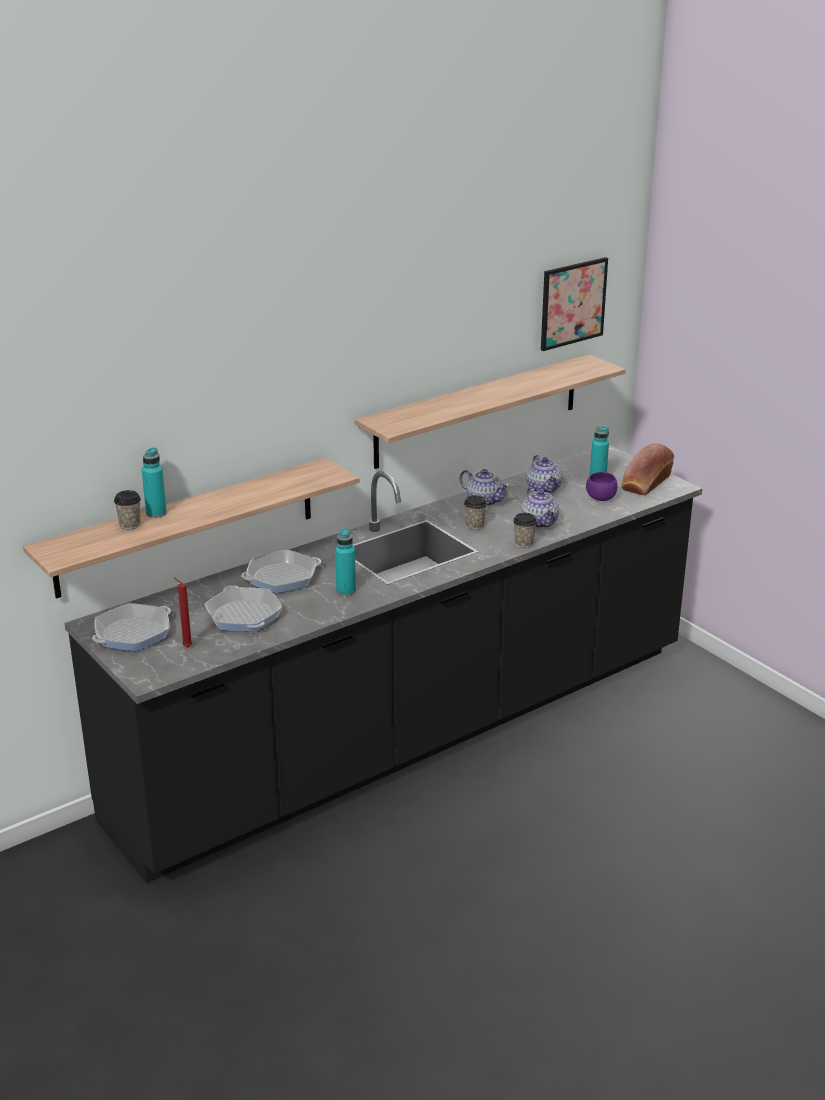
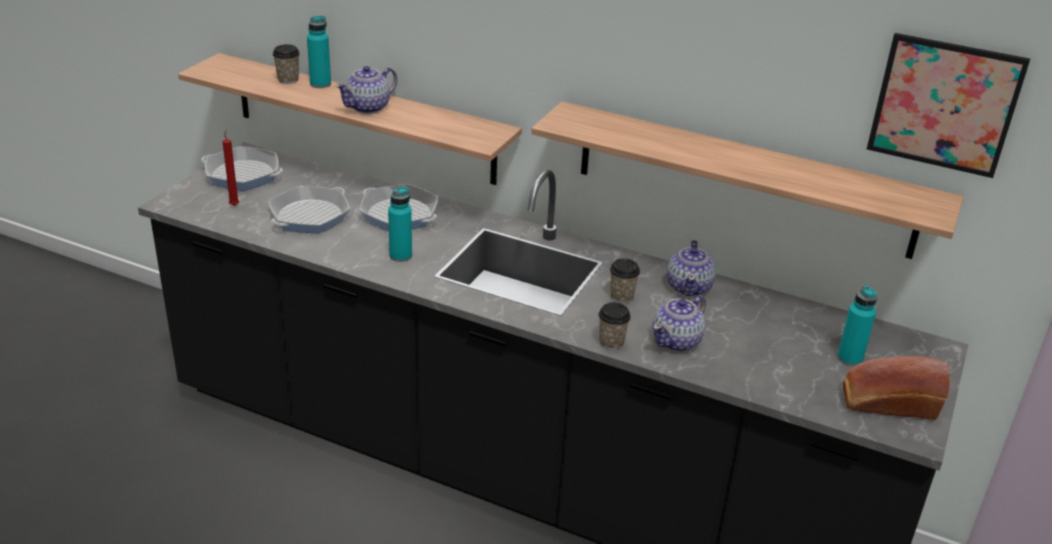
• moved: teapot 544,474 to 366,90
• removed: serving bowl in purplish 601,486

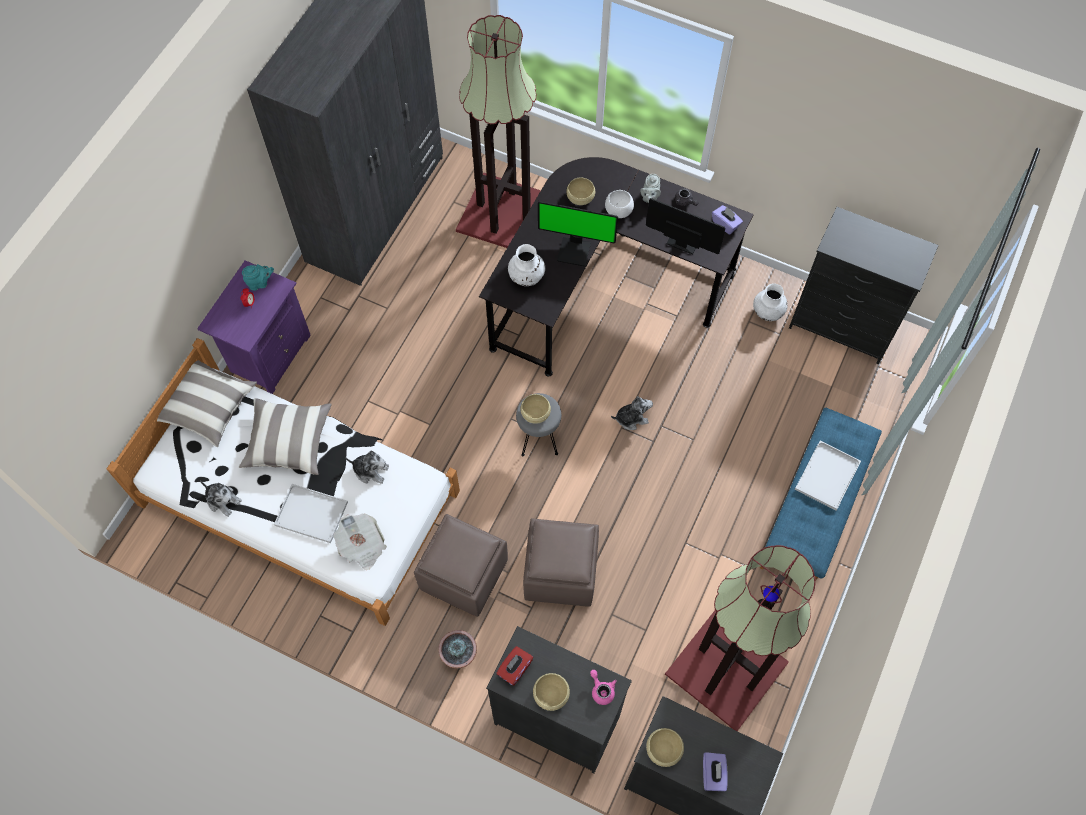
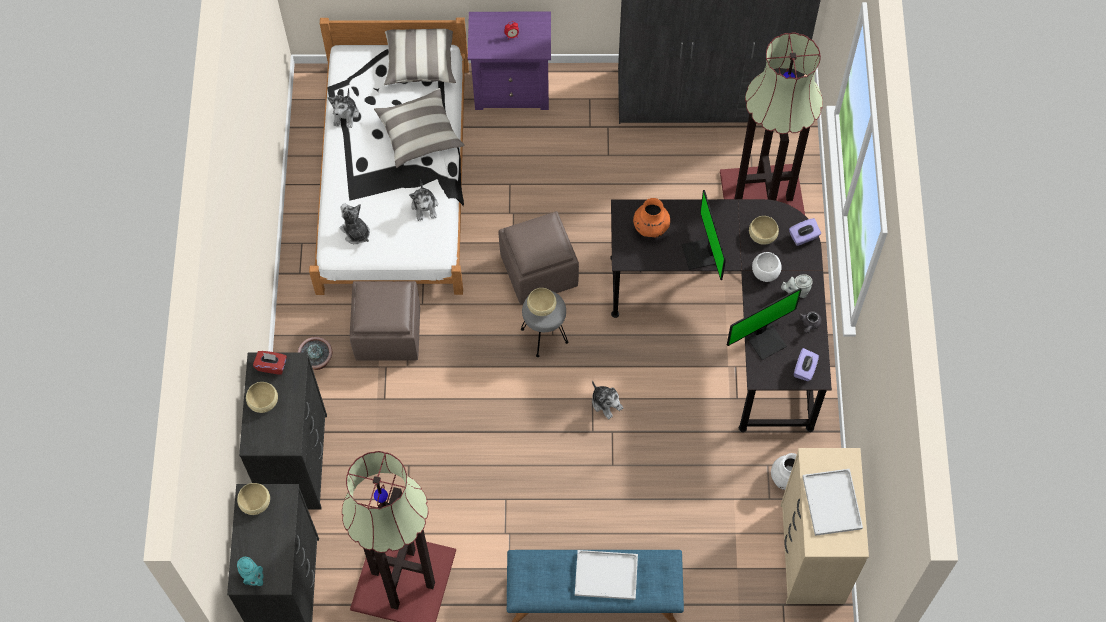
• turned: monitor 685,226 = 764,324 60 degrees clockwise
• recoloured: dresser in blackish 864,285 to dresser in beige-coloured 825,526
• recoloured: decorative vase in whitish 526,265 to decorative vase in orange-coloured 651,218
• moved: teapot in turquoise-coloured 258,277 to 250,571
• moved: serving tray in whitish 311,513 to 832,502
• replaced: daily paper 360,542 to soft toy 354,223
• moved: footrest in brown-coloured 561,563 to 539,258
• removed: teapot in pink-coloured 603,687
• moved: box of tissues in purplish 715,771 to 805,232

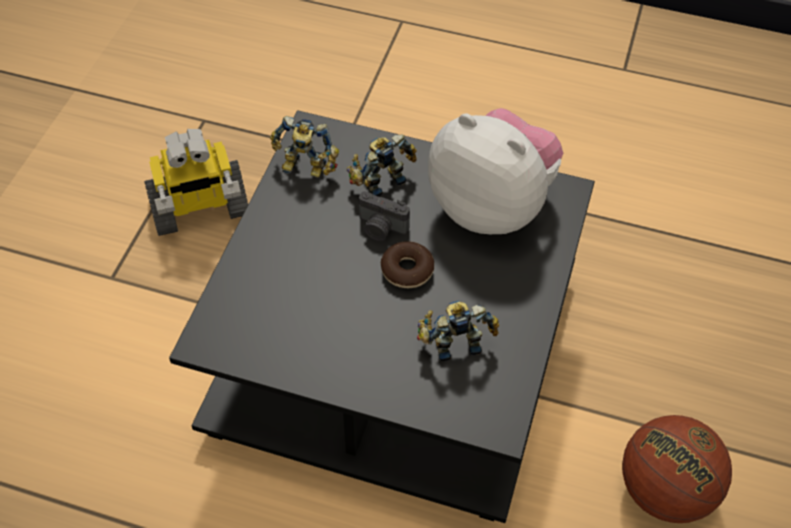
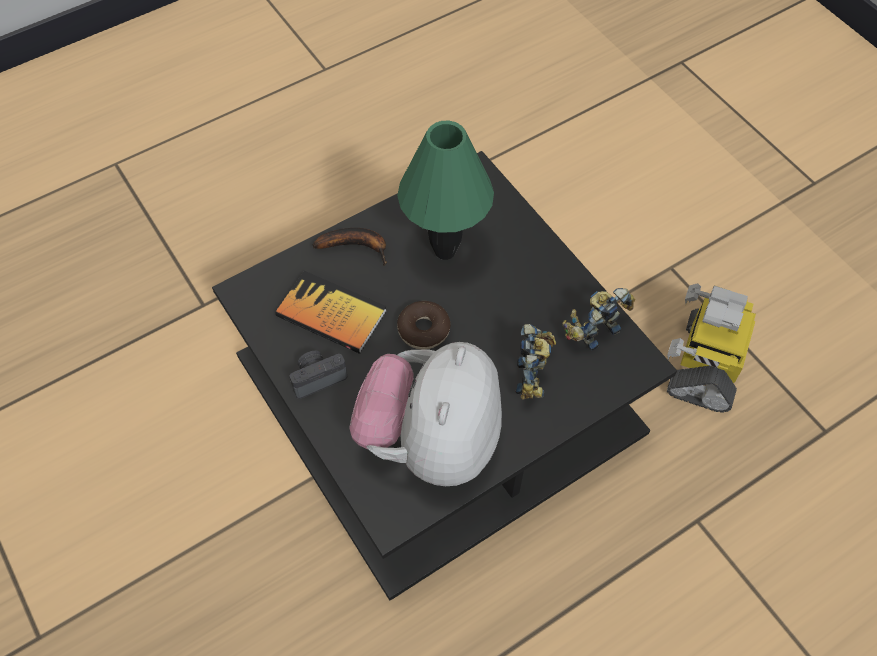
• turned: soft toy 495,171 = 425,414 120 degrees clockwise
• moved: still camera 384,216 to 318,375
• replaced: robot figure 458,331 to book 331,312
• removed: basketball 677,469
• added: lamp for a table in green 445,190
• added: banana 350,246

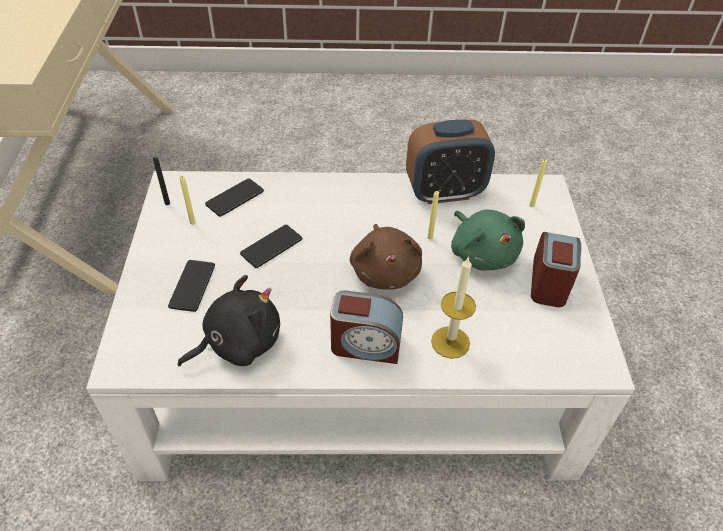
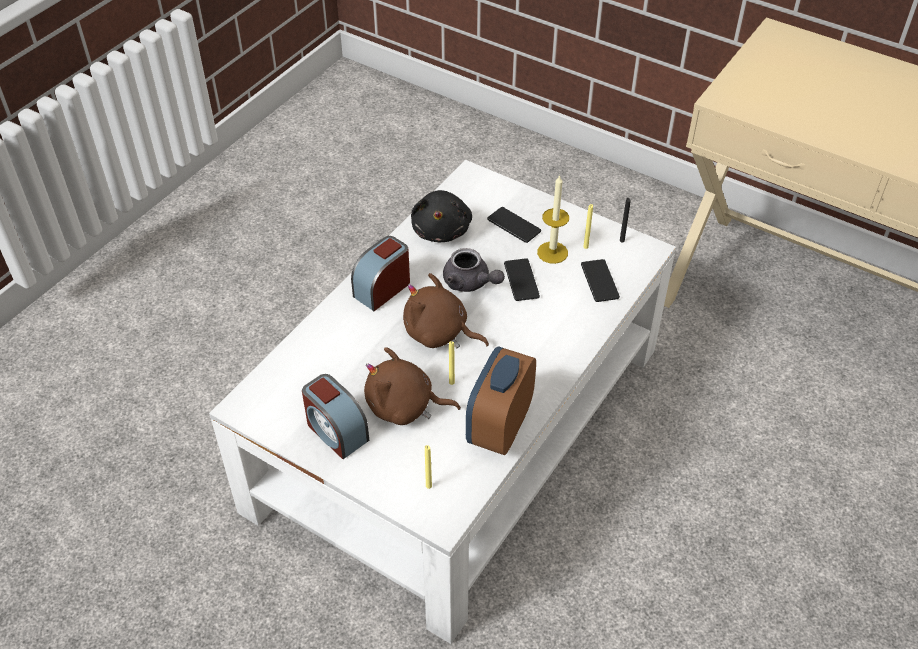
• recoloured: soft toy in green 488,240 to soft toy in brown-coloured 412,386
• moved: wax candle 453,307 to 553,219
• added: teapot in greyish 474,270

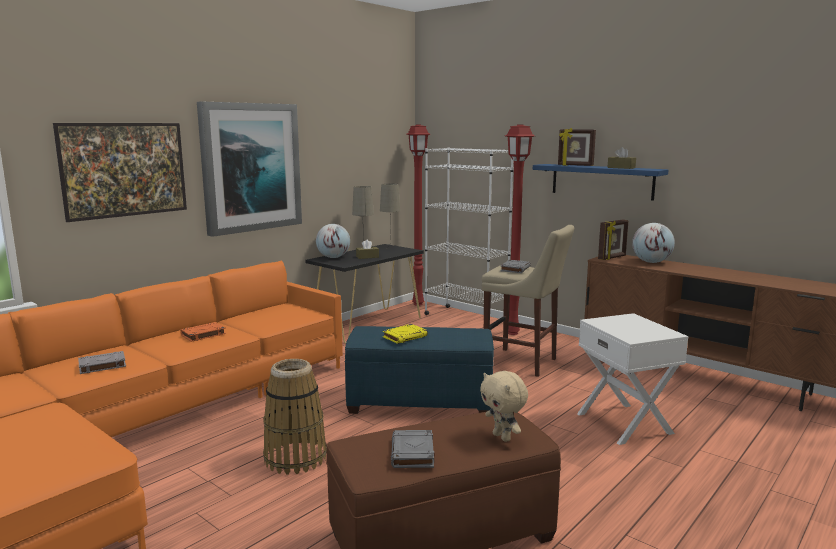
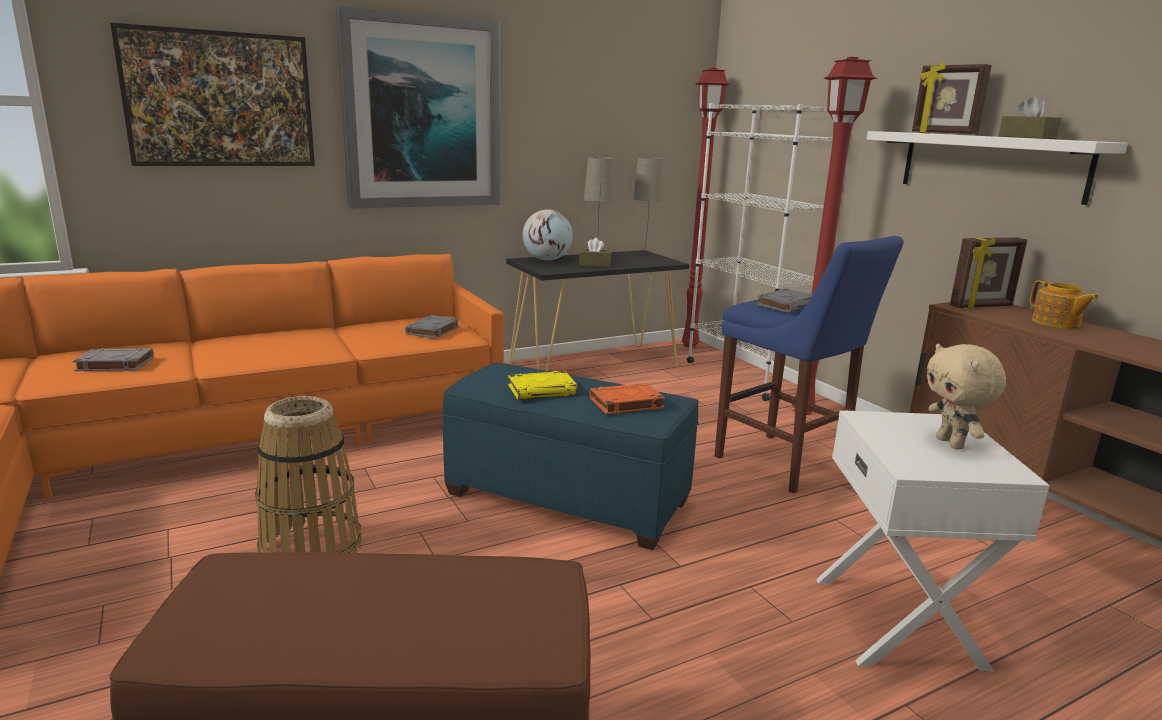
• recoloured: shelf in blue 600,182 to shelf in whitish 997,168
• replaced: globe 653,243 to teapot 1064,304
• recoloured: stool seat in beige-coloured 528,301 to stool seat in blue 809,365
• moved: book in orange-coloured 203,332 to 627,398
• moved: soft toy in beige-coloured 504,406 to 966,397
• moved: book in greyish 413,449 to 432,327

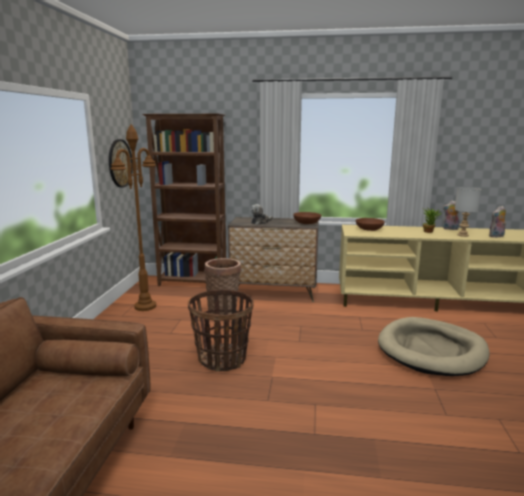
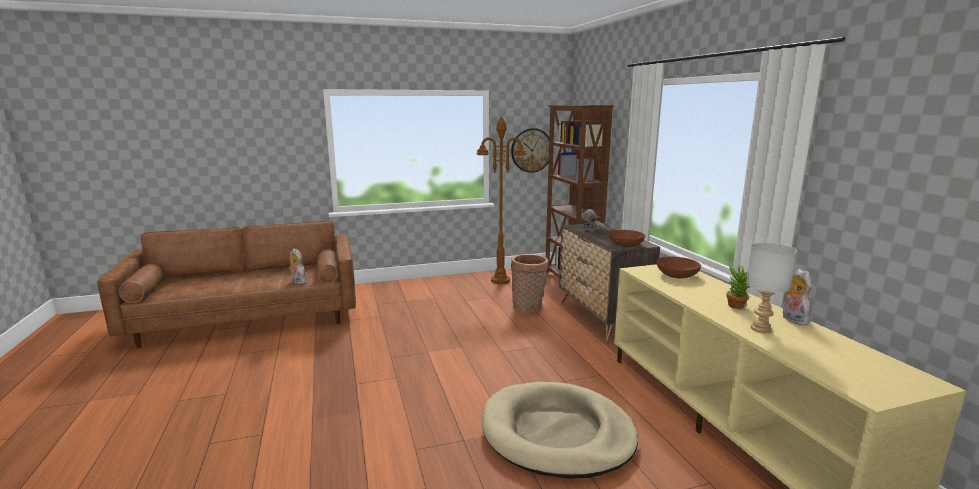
• moved: soft toy 497,222 to 298,266
• removed: household basket 221,330

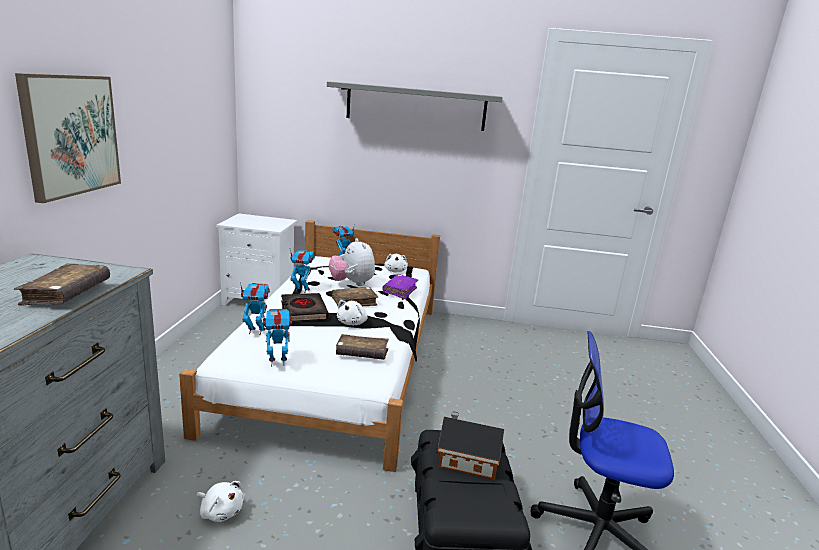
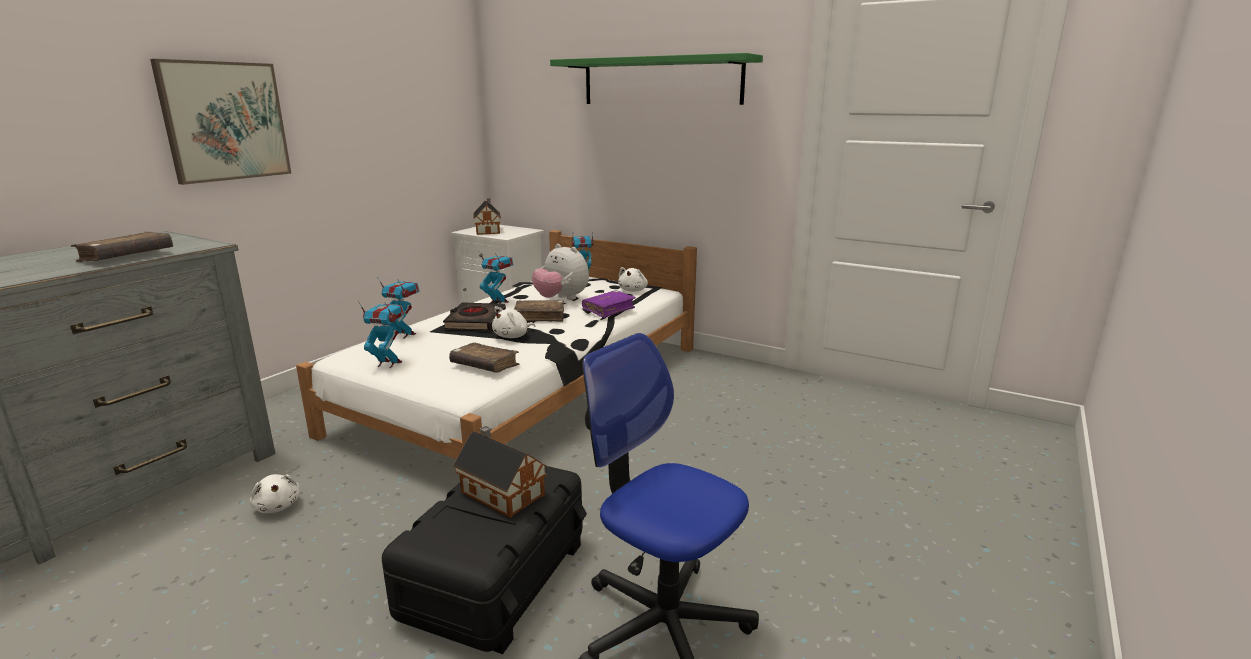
• recoloured: shelf in greyish 415,106 to shelf in green 656,79
• turned: soft toy 352,262 = 560,272 45 degrees counterclockwise
• added: miniature house 487,216

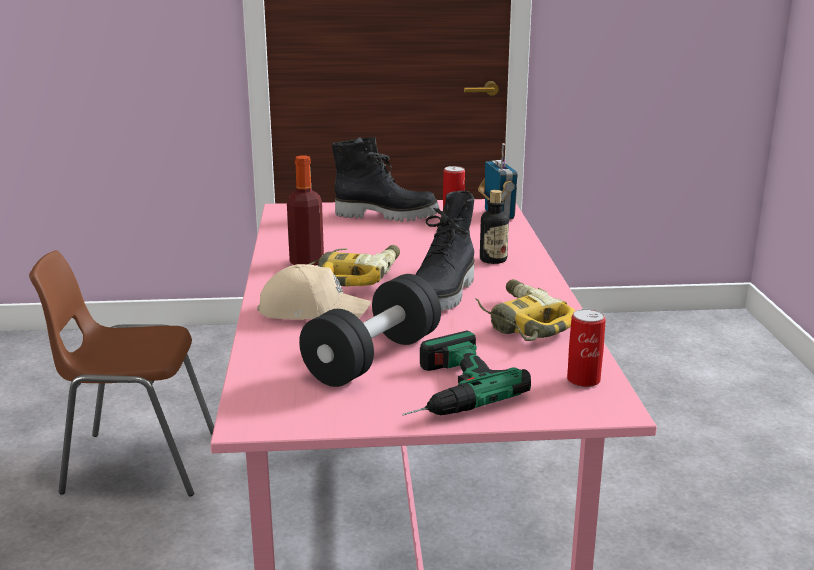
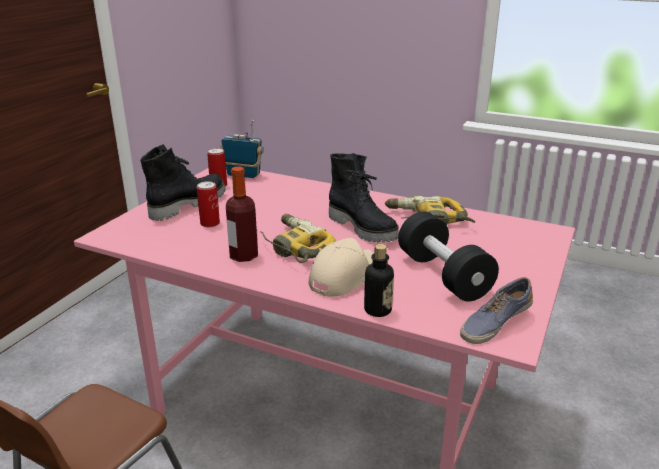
• moved: drink bottle 494,227 to 379,280
• moved: can 586,348 to 208,204
• removed: drill 467,373
• added: low shoe 496,310

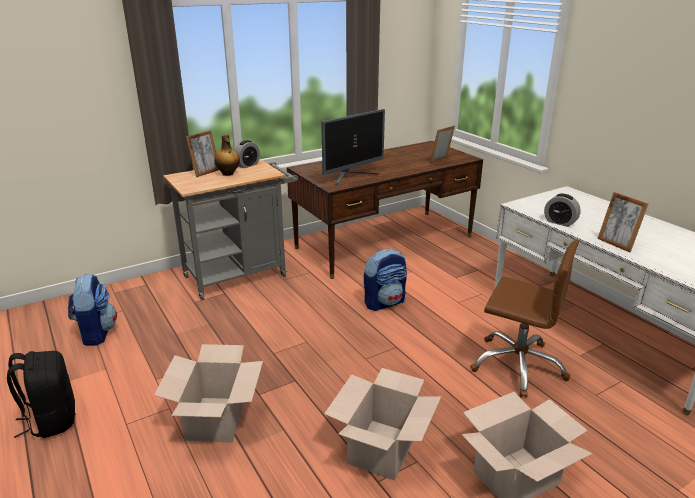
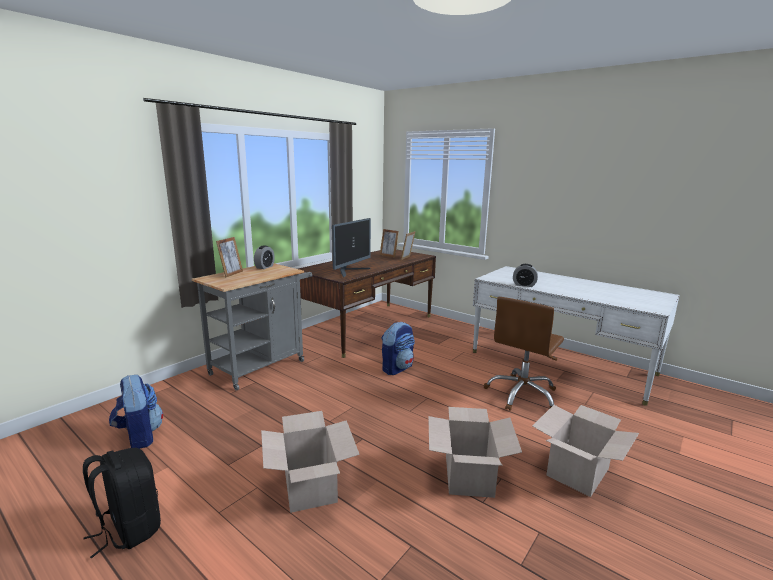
• removed: drink bottle 227,155
• moved: standing frame 622,222 to 389,243
• turned: office chair in brown-coloured 524,319 = 524,354 120 degrees clockwise

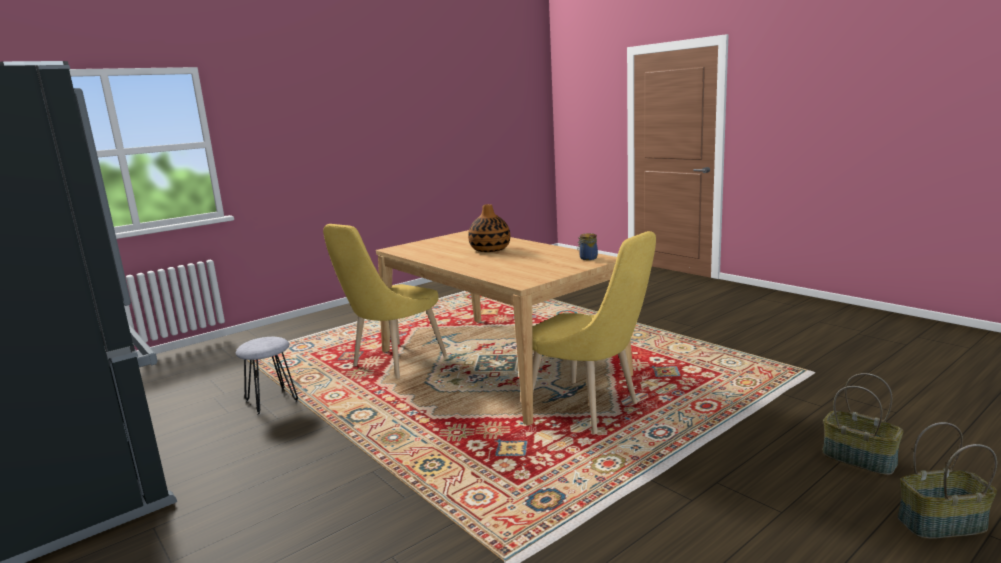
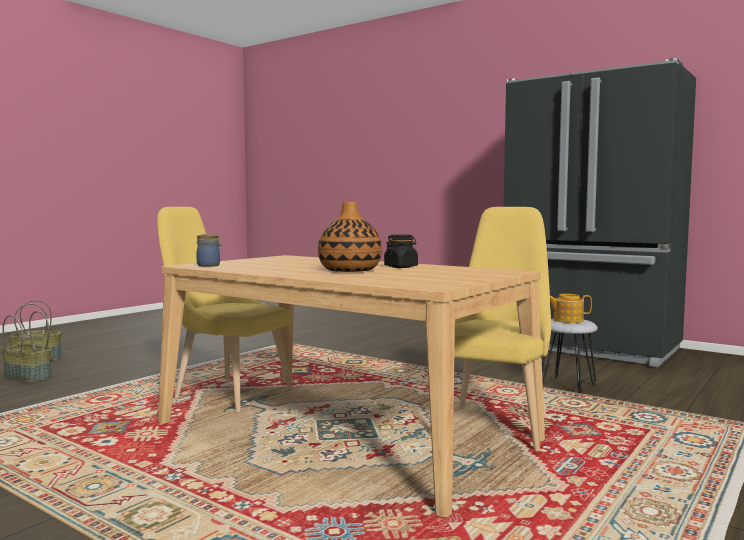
• added: jar in blackish 401,251
• added: teapot 571,308

